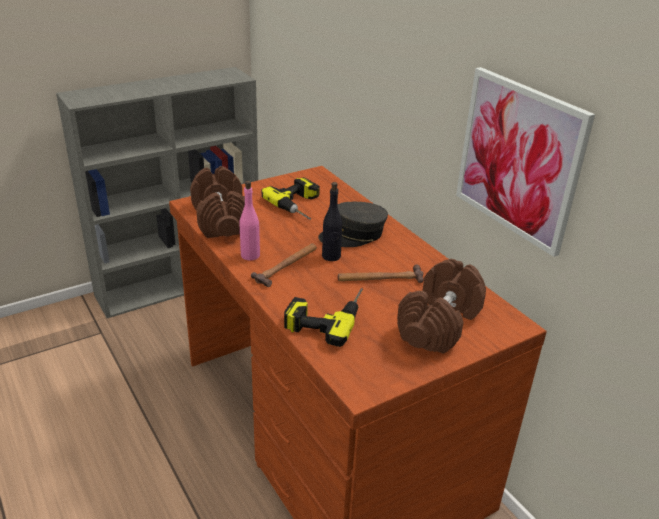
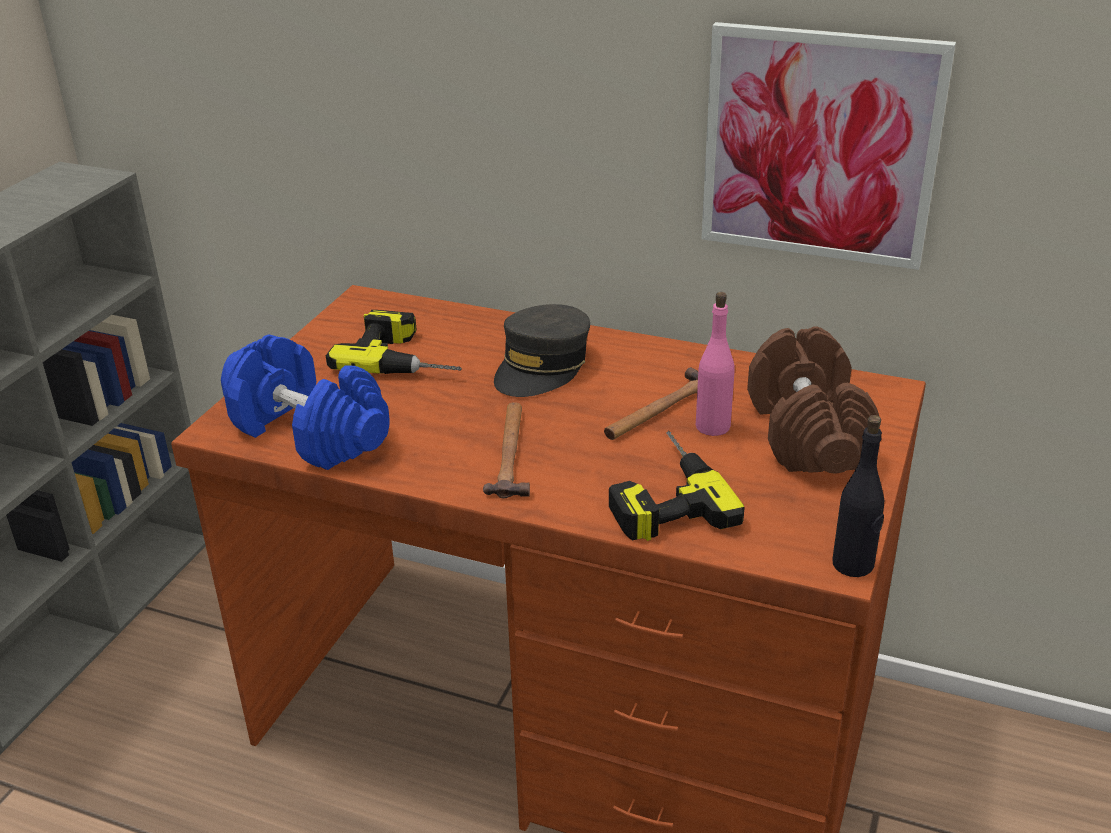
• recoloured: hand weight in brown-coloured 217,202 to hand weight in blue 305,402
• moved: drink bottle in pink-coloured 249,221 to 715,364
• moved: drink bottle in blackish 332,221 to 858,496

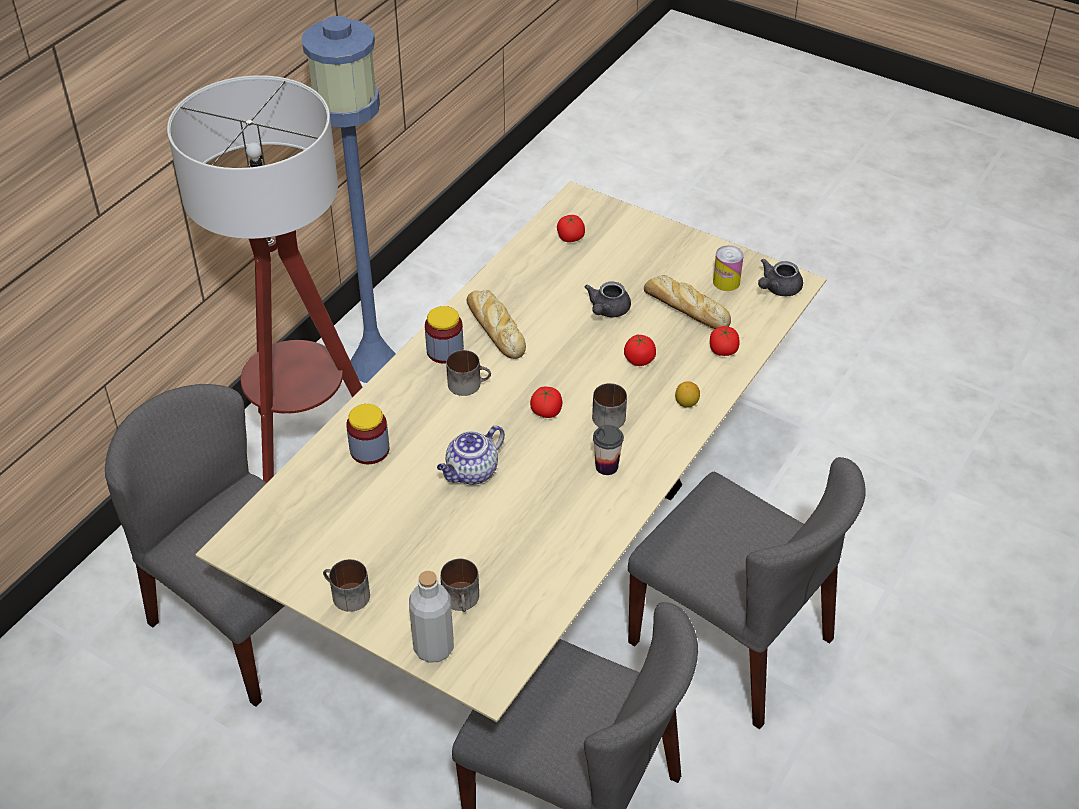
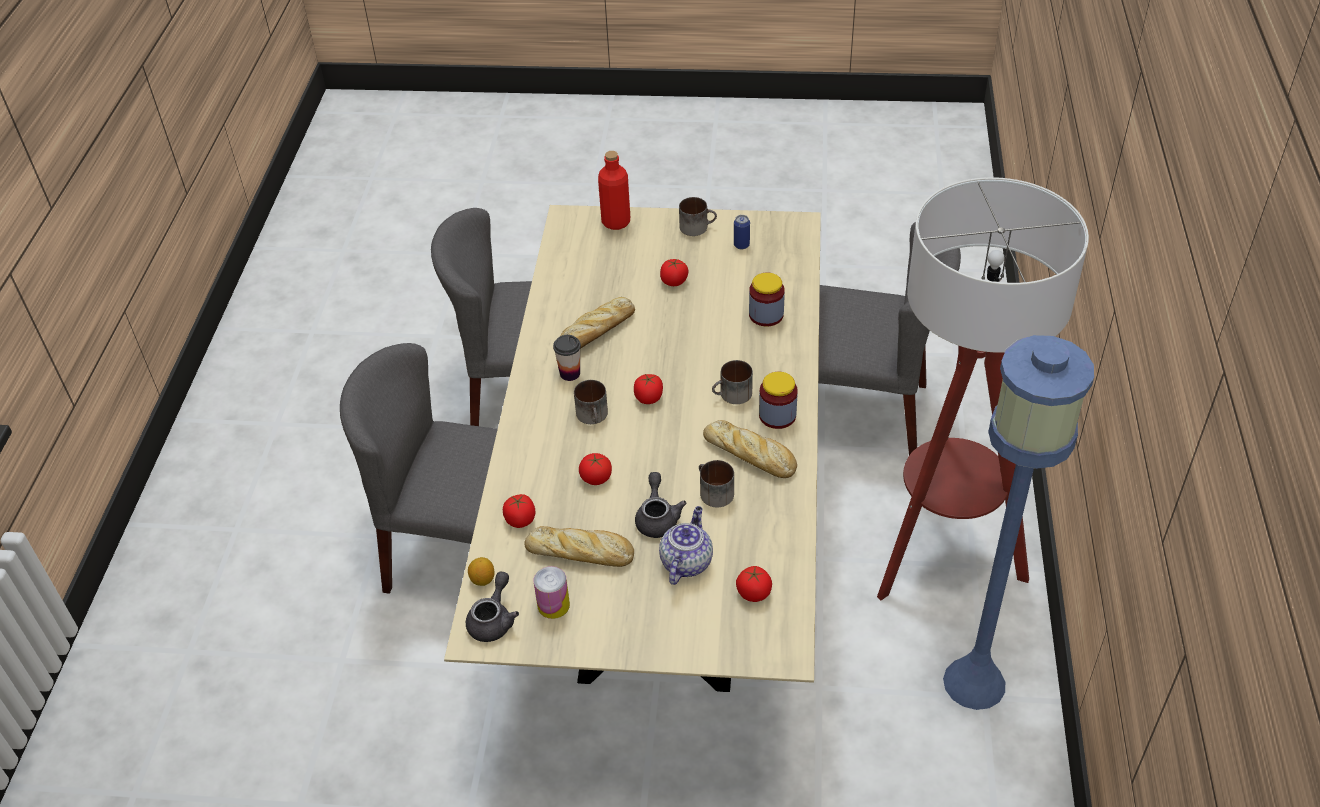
• moved: whole lemon 687,394 to 481,571
• moved: teapot 471,455 to 686,545
• moved: mug 459,585 to 716,483
• recoloured: drink bottle in greyish 431,617 to drink bottle in reddish 614,190
• added: can 742,232
• added: whole tomato 674,272
• added: baked bread 597,323

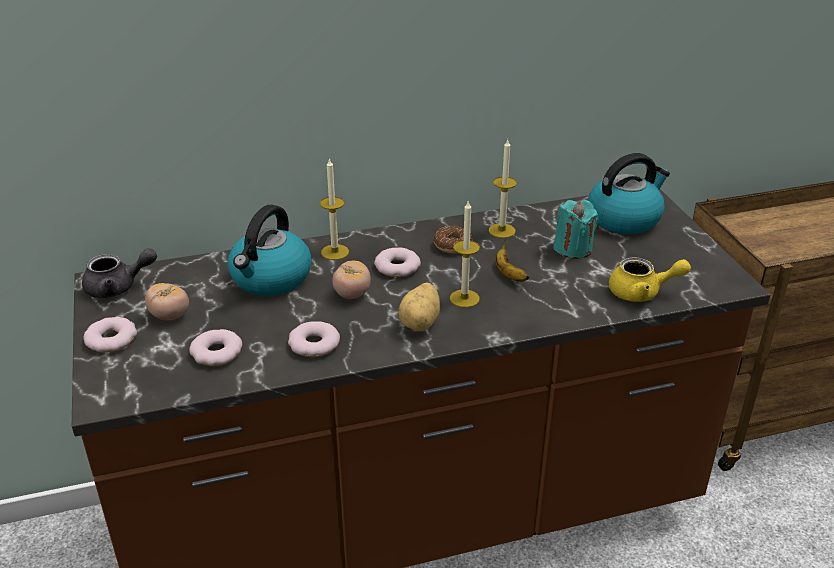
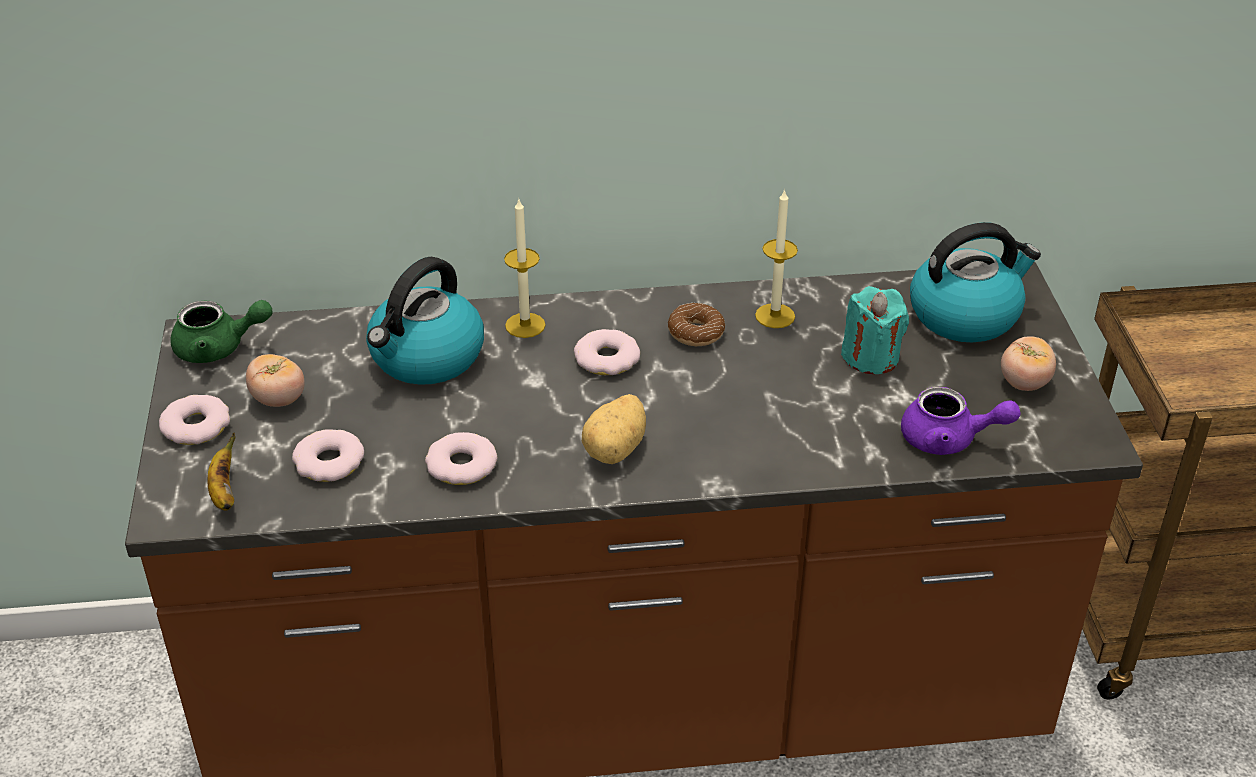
• removed: wax candle 465,254
• moved: banana 512,260 to 221,472
• recoloured: teapot in greyish 119,273 to teapot in green 221,331
• recoloured: teapot in yellow-coloured 650,279 to teapot in purplish 961,421
• moved: whole tomato 351,280 to 1028,363

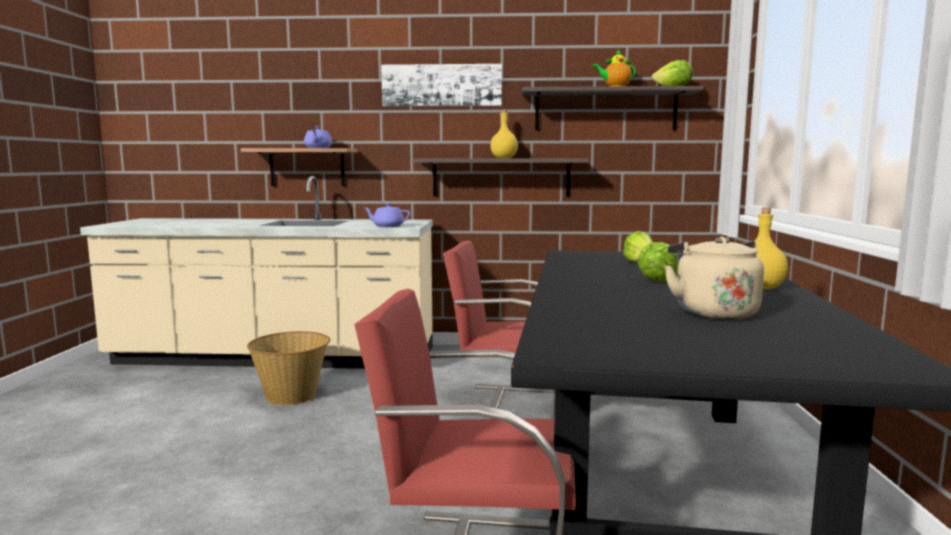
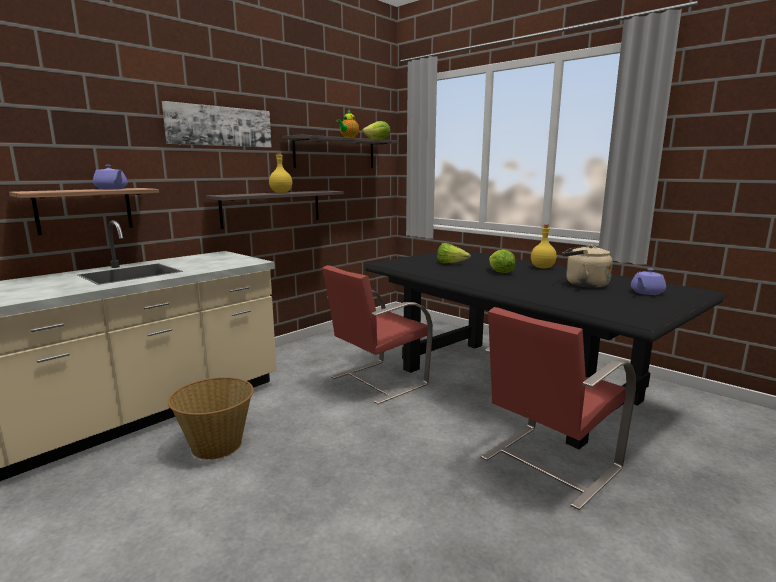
• moved: teapot in purplish 387,215 to 648,281

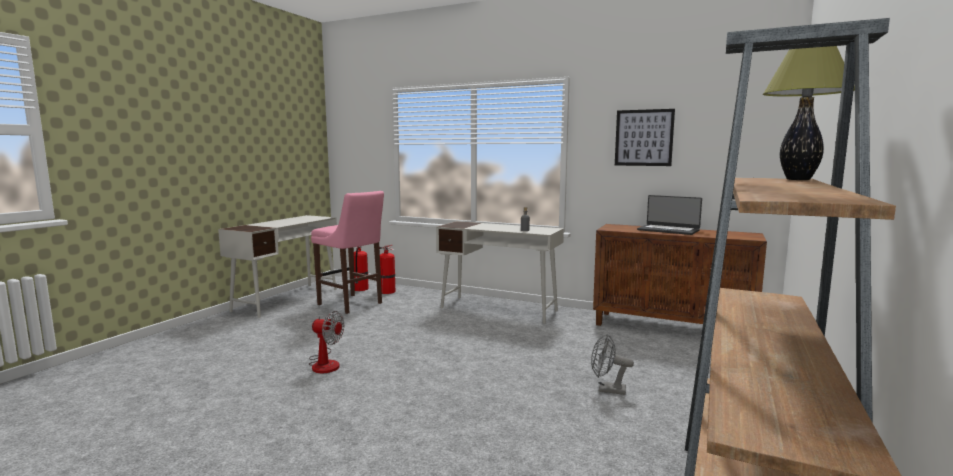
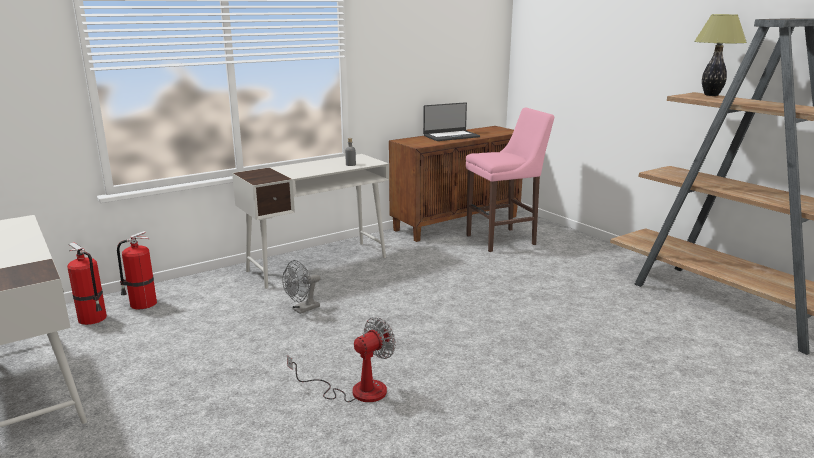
• removed: picture 645,137
• moved: stool seat in pink-coloured 347,252 to 510,179
• moved: fan in greyish 612,364 to 301,287

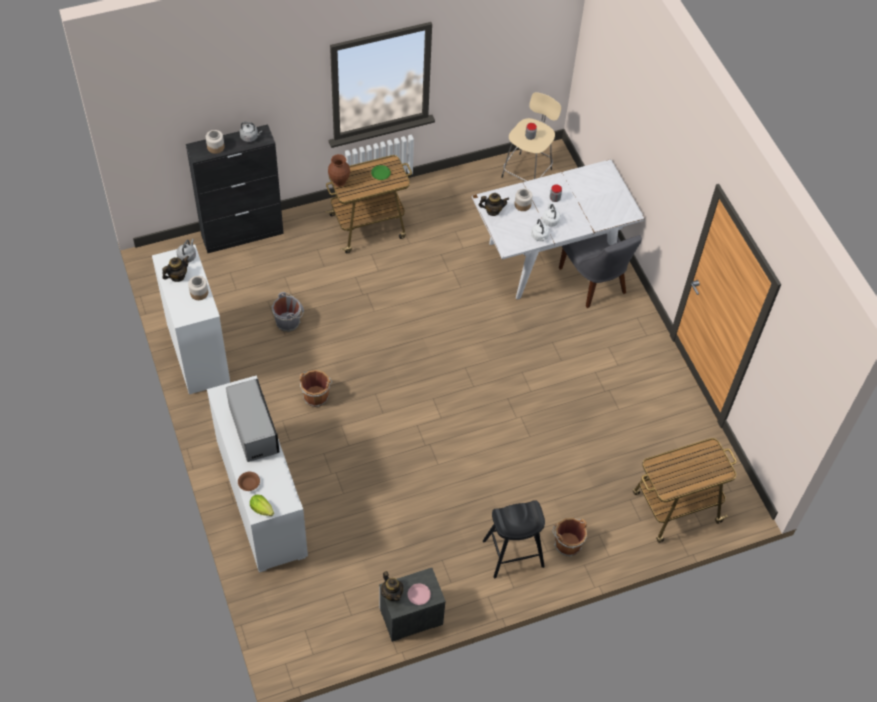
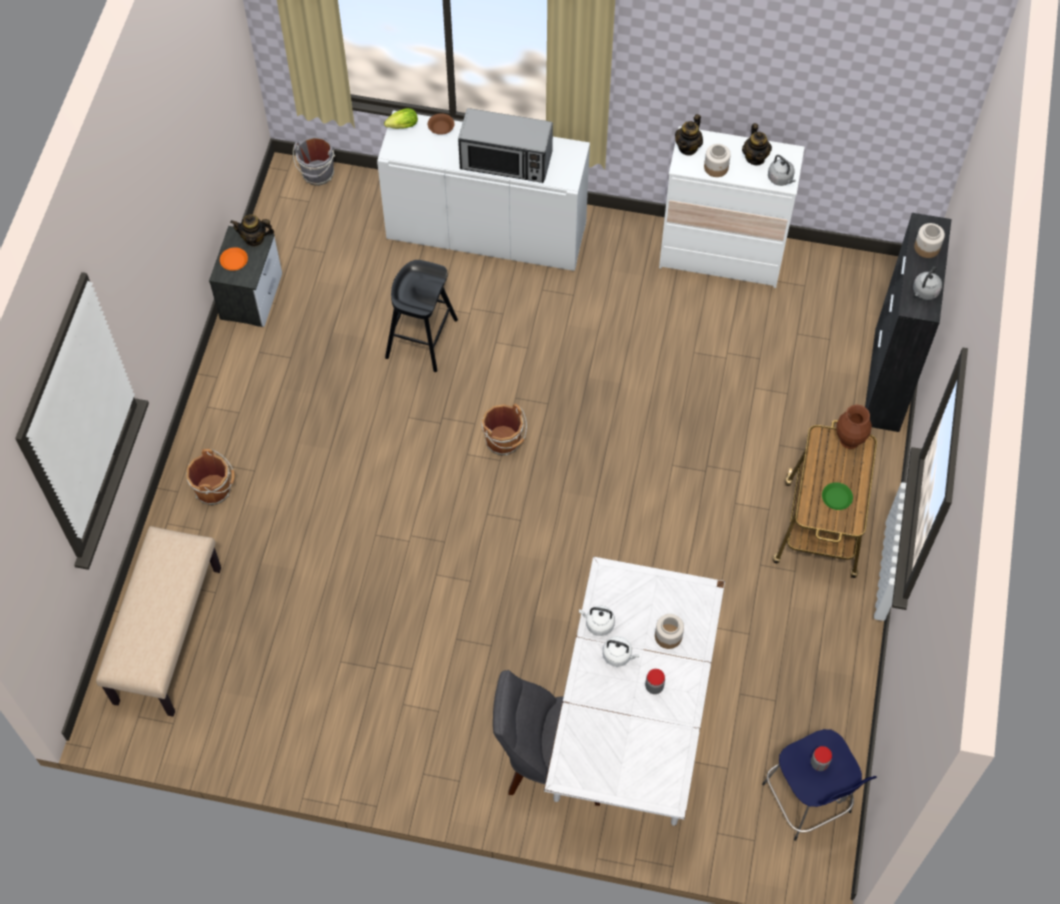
• recoloured: stool seat in beige-coloured 531,136 to stool seat in blue 819,785
• moved: teapot 494,204 to 689,134
• moved: pail in greyish 287,312 to 314,161
• moved: pail in brown-coloured 316,388 to 504,430
• replaced: trolley 684,490 to indoor bench in beige-coloured 158,621
• moved: stool seat in blackish 514,539 to 421,316
• recoloured: dinner plate in pink-coloured 419,594 to dinner plate in orange-coloured 234,259

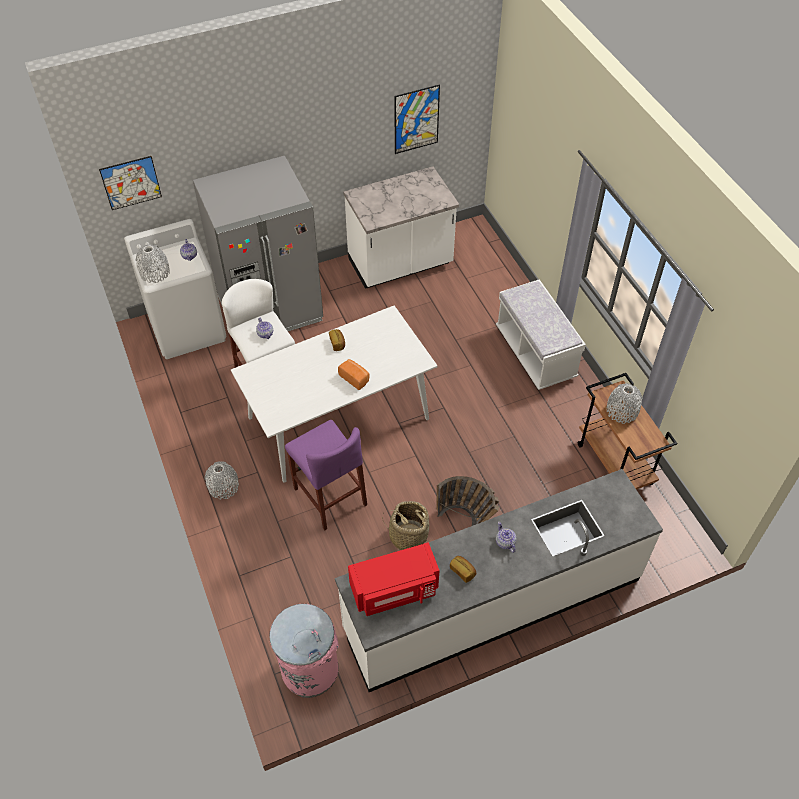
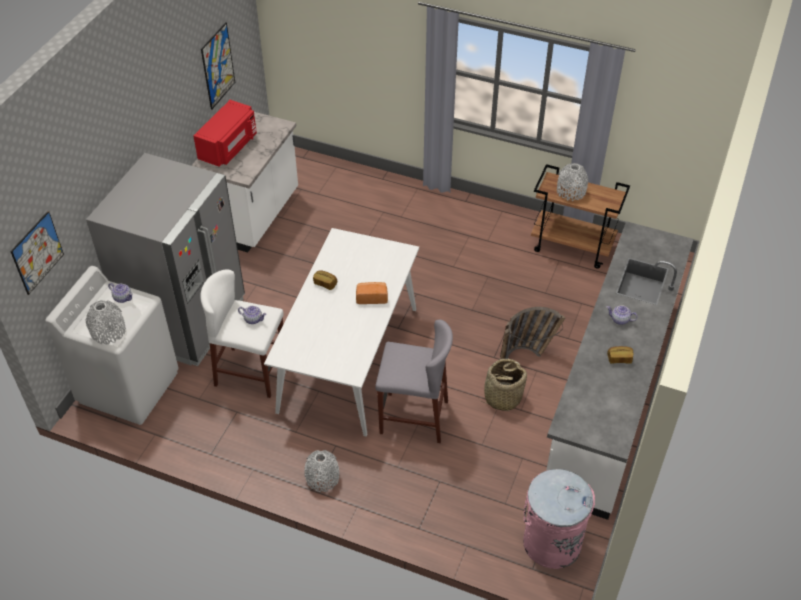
• removed: indoor bench in whitish 541,334
• recoloured: stool seat in purplish 326,475 to stool seat in greyish 414,381
• moved: microwave in reddish 394,579 to 225,133

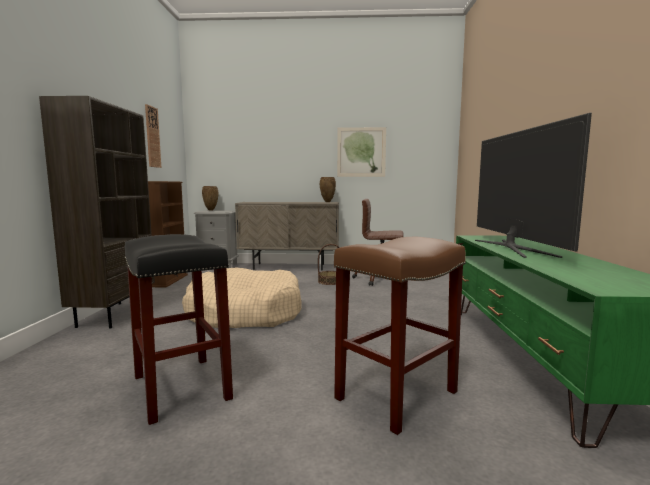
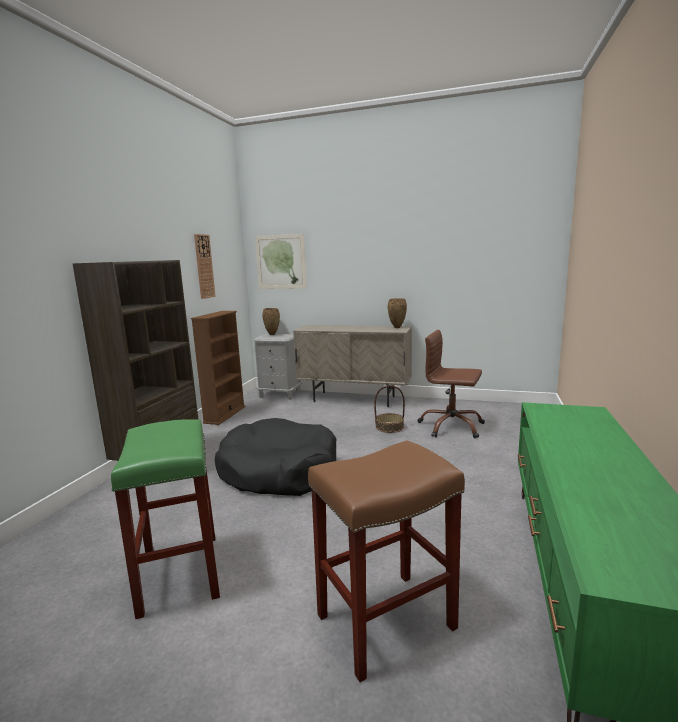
• removed: TV 533,185
• moved: picture 361,152 to 281,261
• recoloured: stool seat in blackish 178,329 to stool seat in green 165,519
• recoloured: dog cushion in beige-coloured 242,297 to dog cushion in blackish 275,457

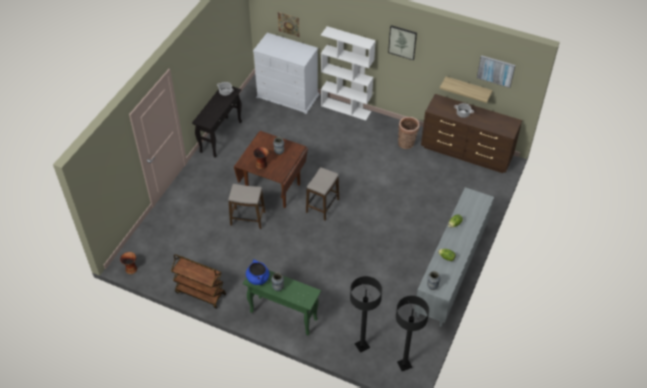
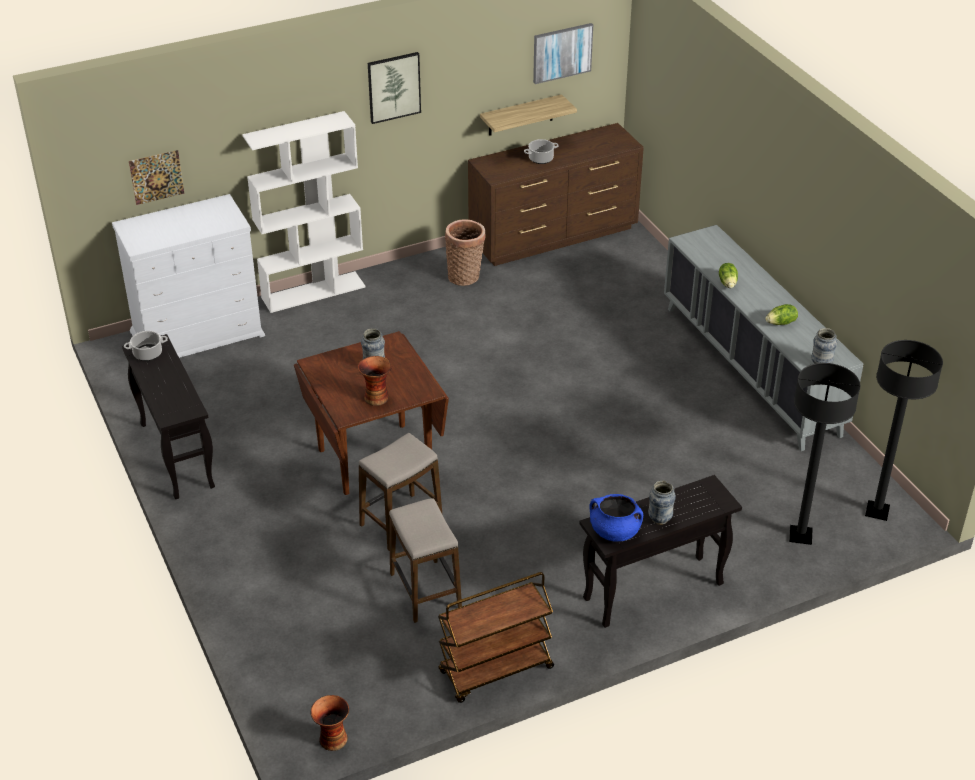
• moved: stool seat 322,193 to 425,560
• recoloured: narrow table in green 282,303 to narrow table in blackish 660,551

